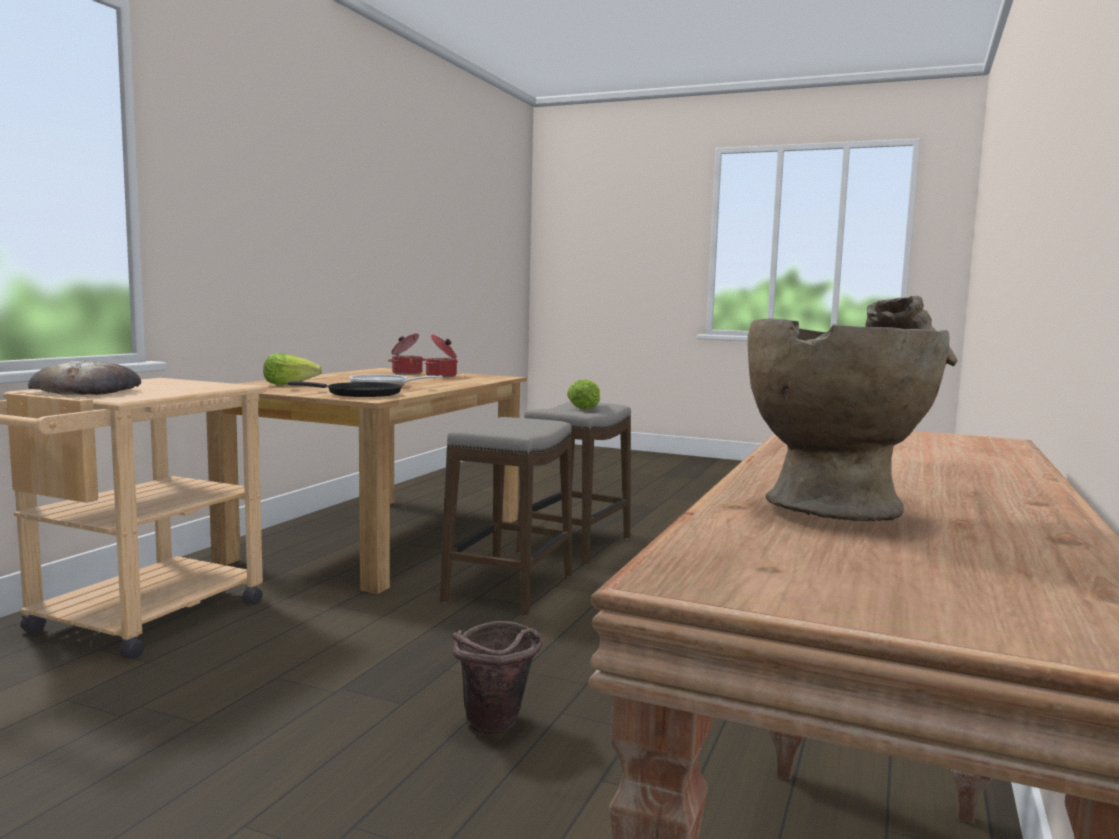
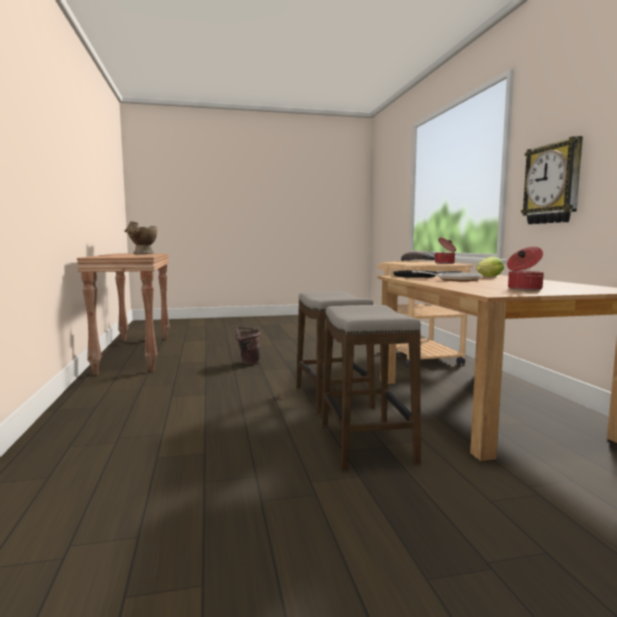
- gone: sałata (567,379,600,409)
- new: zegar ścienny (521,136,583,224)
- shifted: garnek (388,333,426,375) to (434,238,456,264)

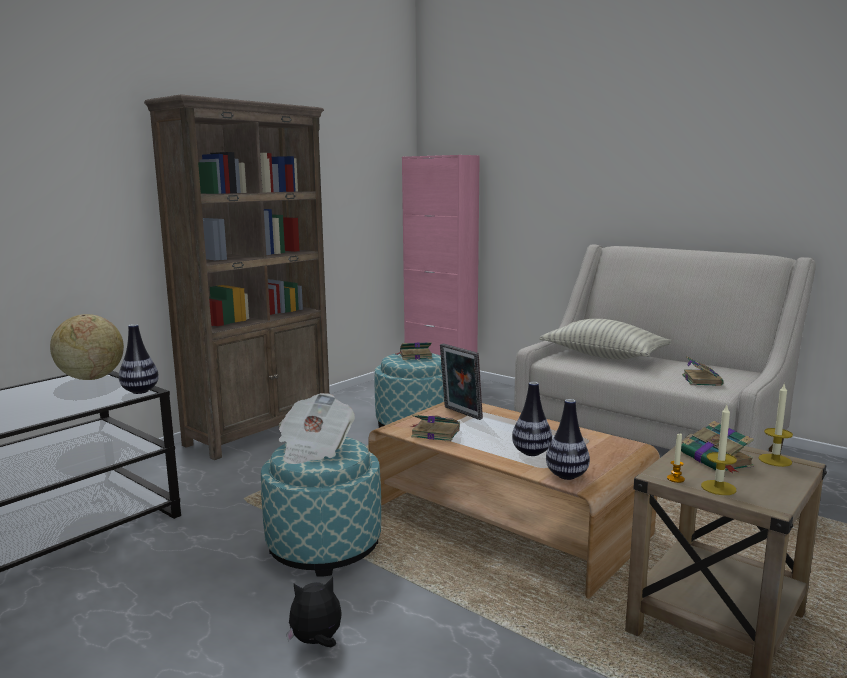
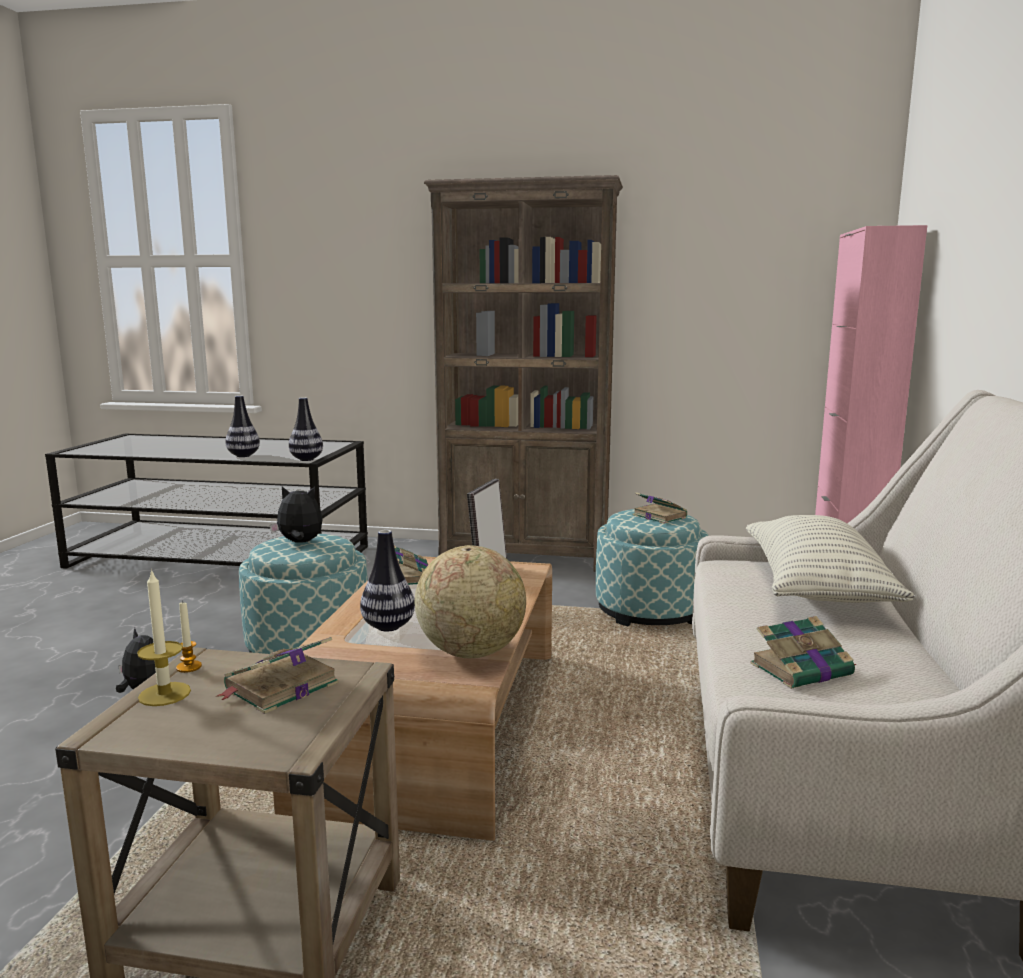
- gone: świeca (759,383,793,467)
- shifted: globus (50,314,124,380) to (415,545,526,658)
- shifted: wazon (546,399,590,480) to (225,395,260,457)
- swapped: gazeta (278,393,355,464) to pluszak (270,486,323,543)

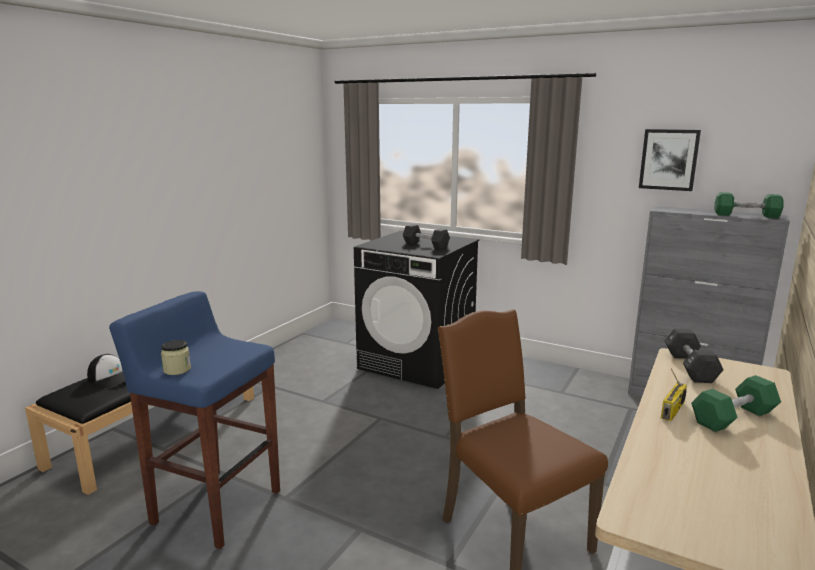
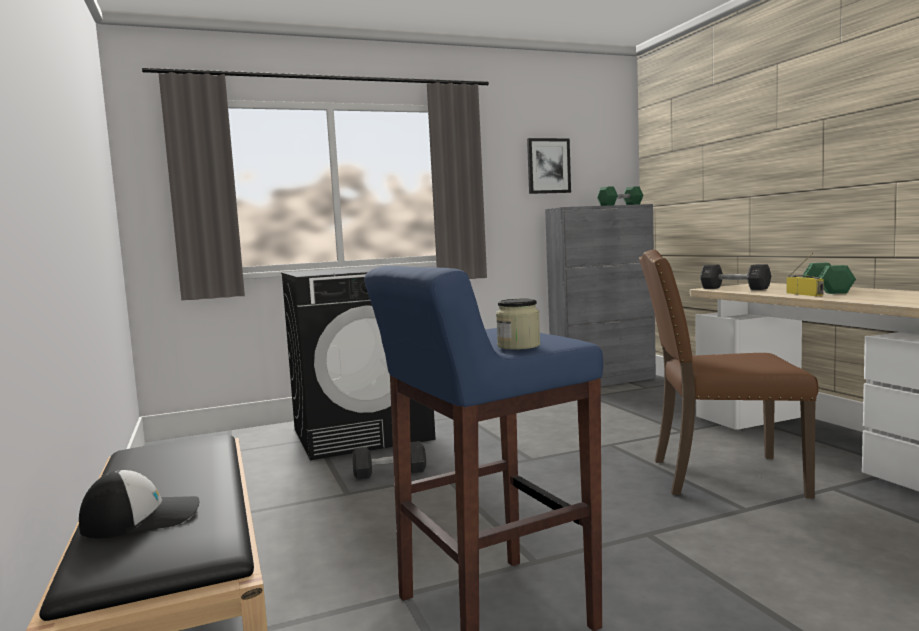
- shifted: hantel [czarny] (403,224,450,249) to (352,441,426,480)

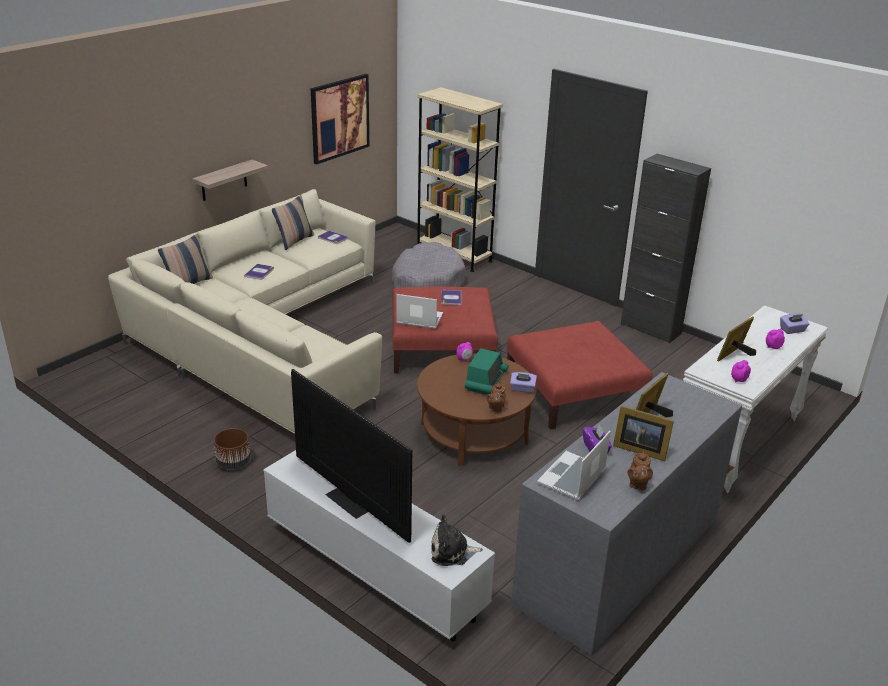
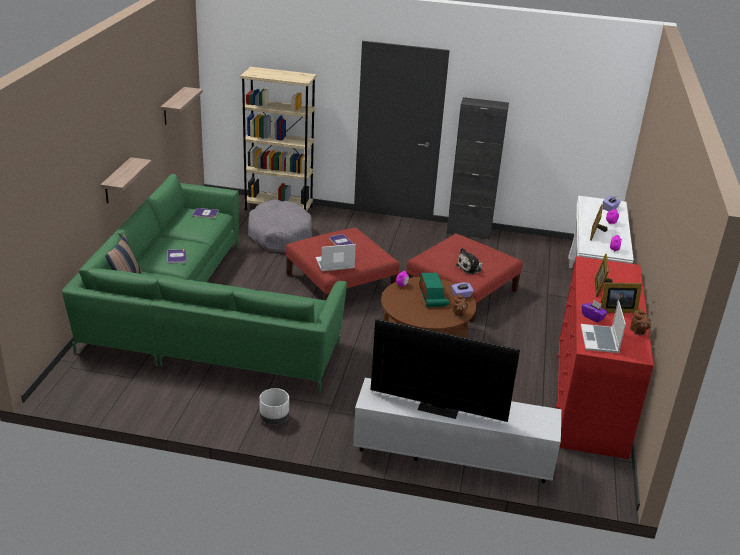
- gone: poduszka (272,195,314,250)
- shifted: pluszak (431,515,483,566) to (456,248,483,274)
- swapped: obraz (311,74,369,165) to półka (161,87,203,125)
- repainted: kanapa [beżowy] (108,189,382,434) to kanapa [zielony] (62,174,347,393)
- repainted: donica [brązowy] (214,428,250,469) to donica [biały] (259,388,289,424)
- repainted: komoda [szary] (511,372,742,655) to komoda [czerwony] (555,256,654,459)

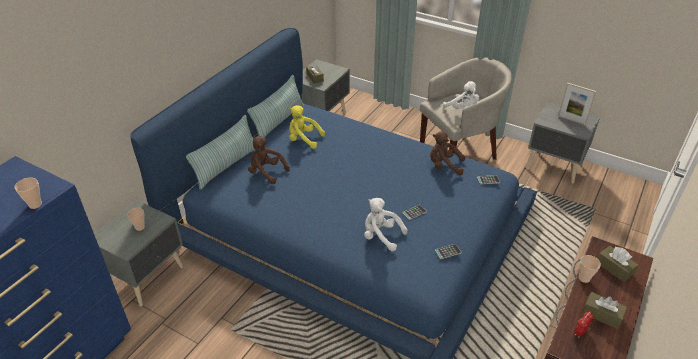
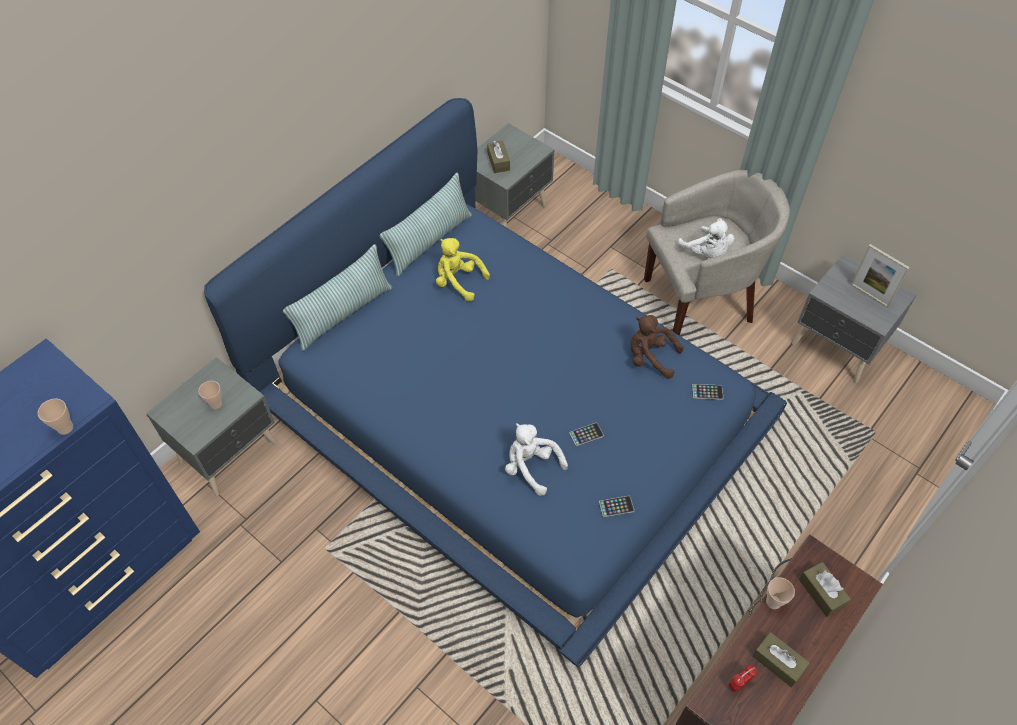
- gone: pluszak [brązowy] (248,136,290,184)

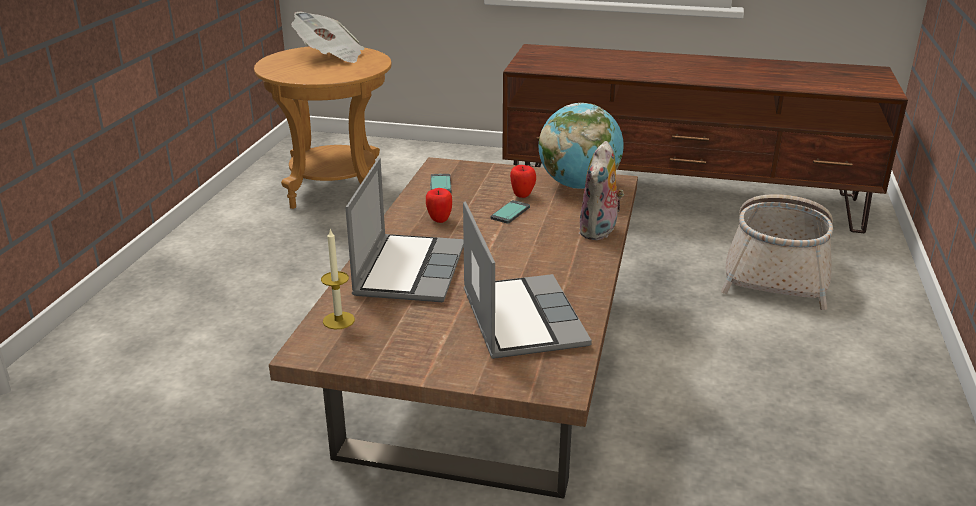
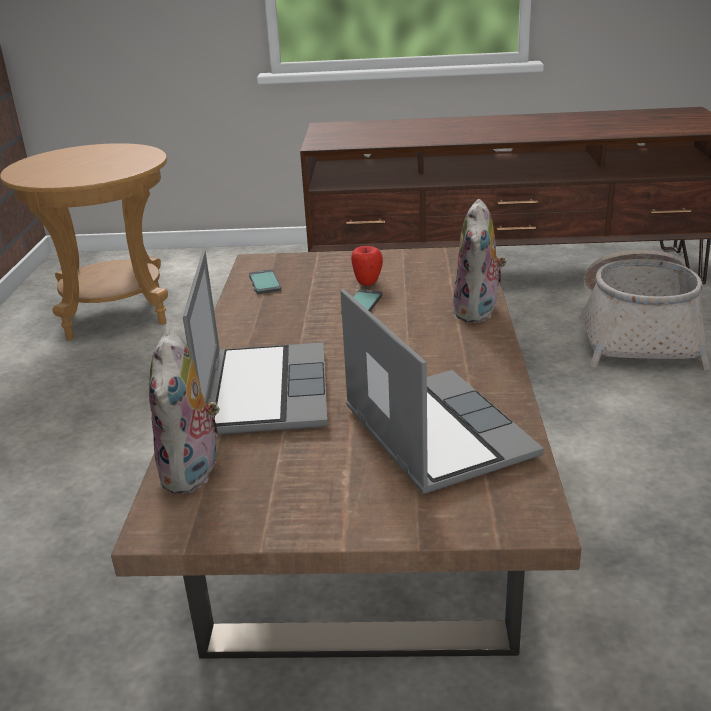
- gone: gazeta (291,12,364,63)
- gone: jabłko (426,188,452,223)
- gone: globus (539,103,624,189)
- swapped: świeca (321,229,355,329) to pluszak (149,329,220,494)

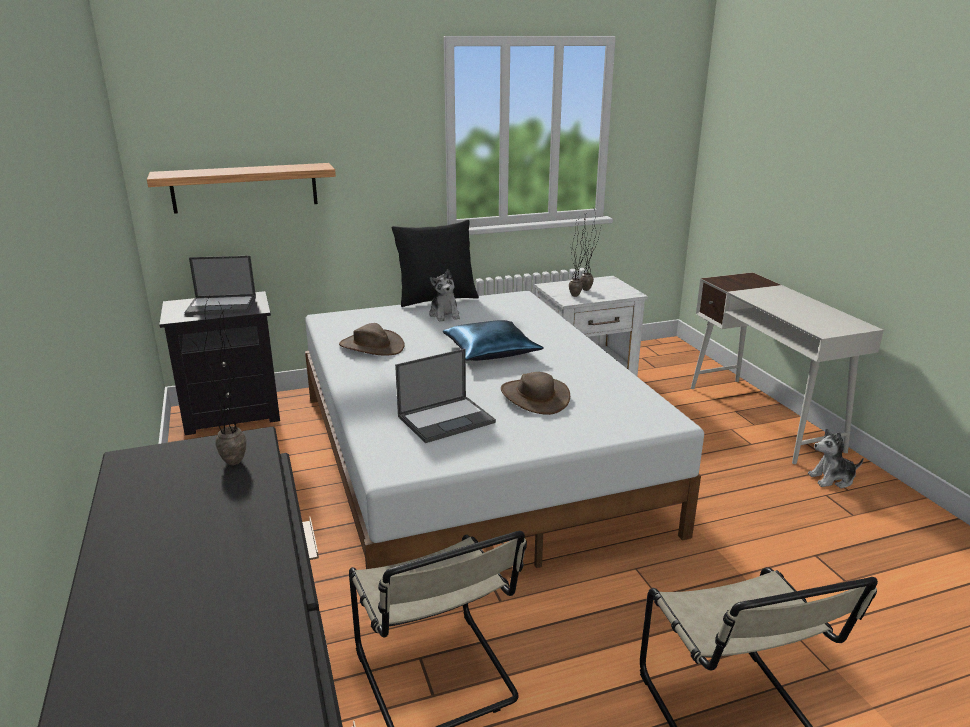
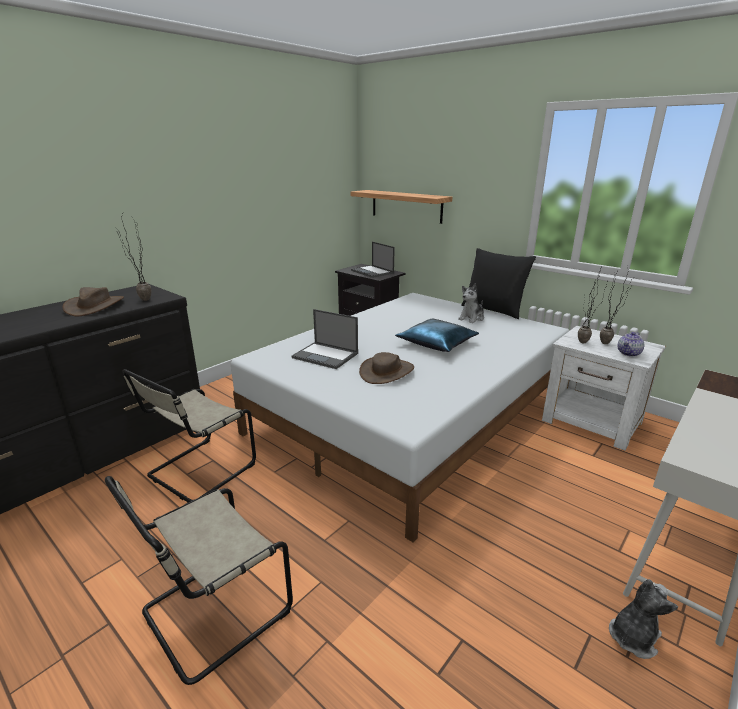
- new: imbryk (618,332,644,357)
- shifted: kapelusz [brązowy] (339,323,405,356) to (62,287,124,316)
- rotated: pluszak (808,429,864,489) = (609,579,678,659) 90 degrees clockwise

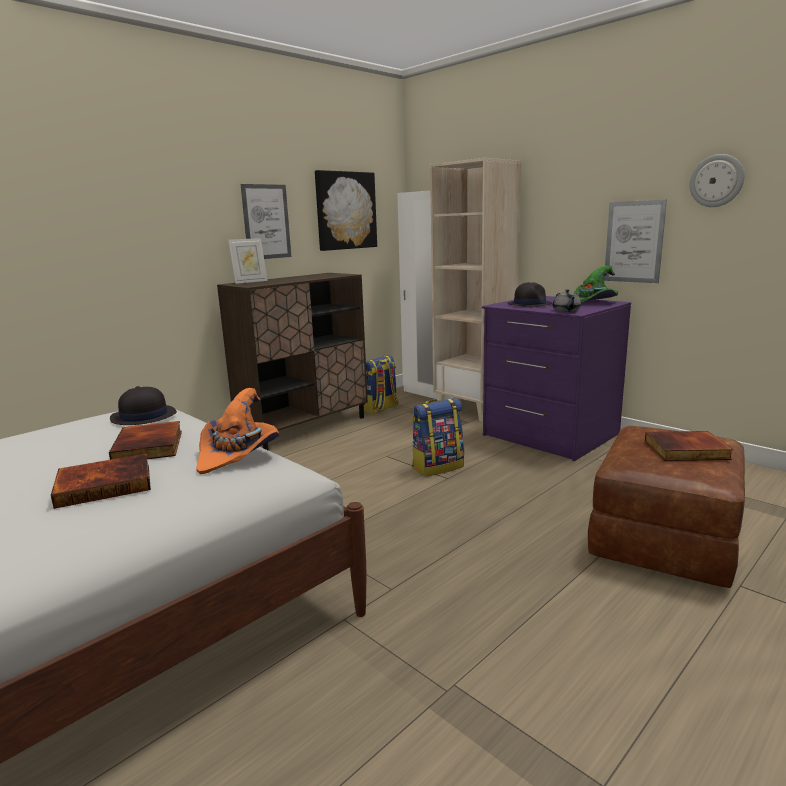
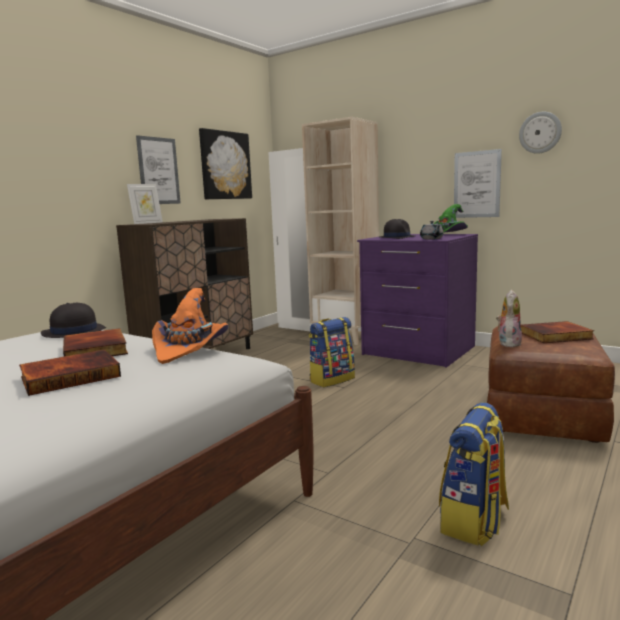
- new: pluszak (496,290,522,347)
- shifted: plecak (364,355,398,414) to (439,402,509,546)

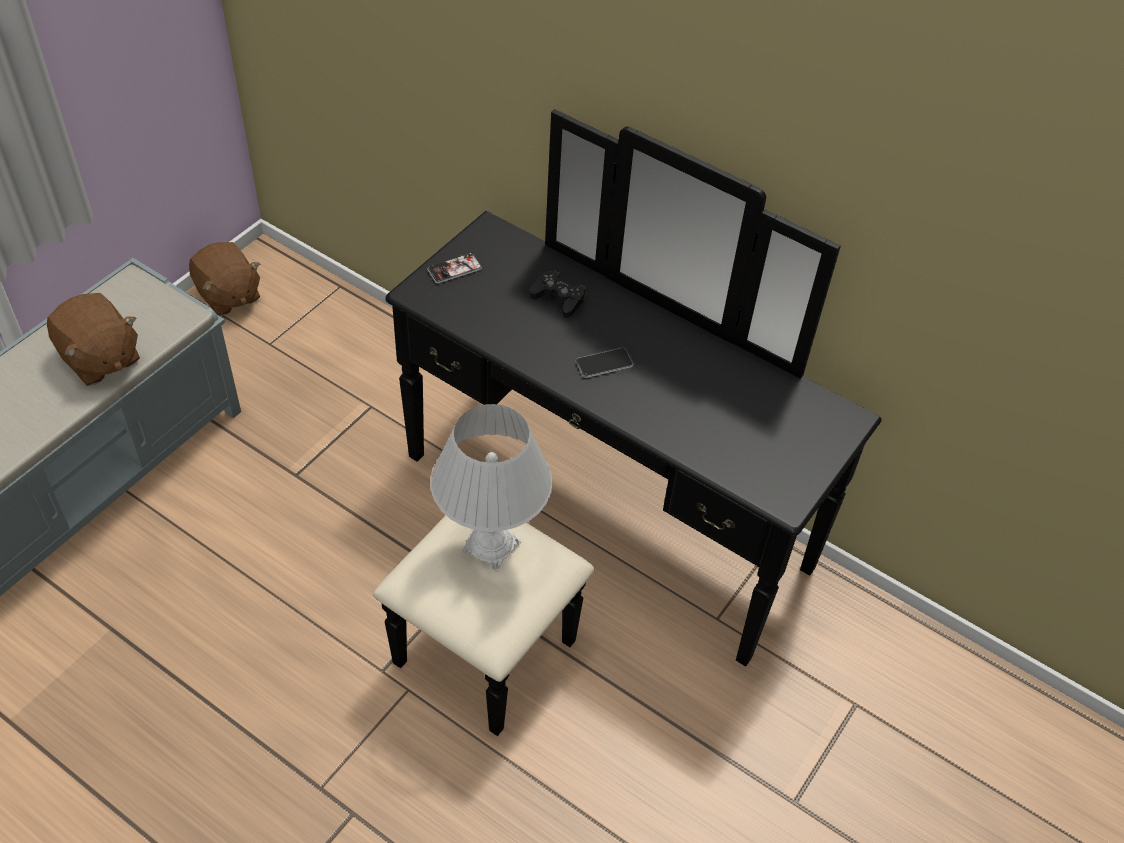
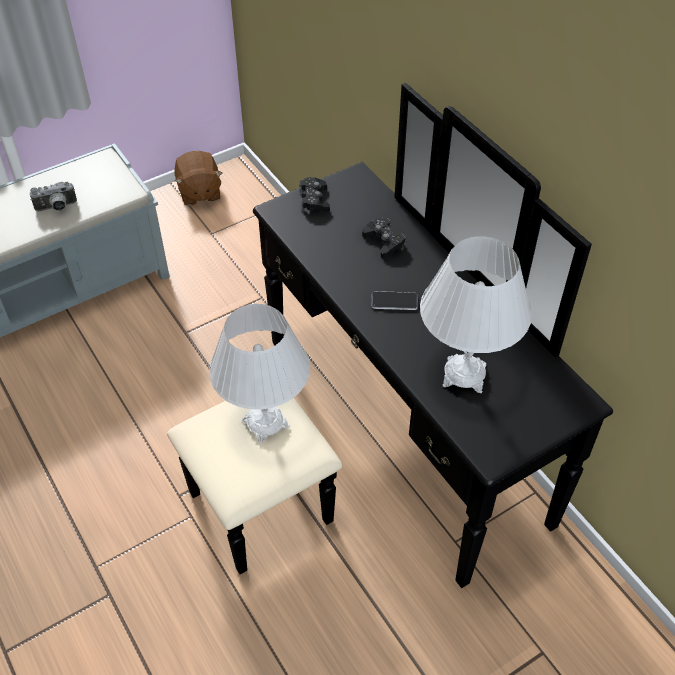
- new: lampa stołowa [biały] (420,236,532,393)
- swapped: pluszak [brązowy] (47,293,140,386) to aparat fotograficzny (30,182,77,211)
- swapped: telefon (427,253,482,283) to pad do gier [czarny] (299,177,330,212)

